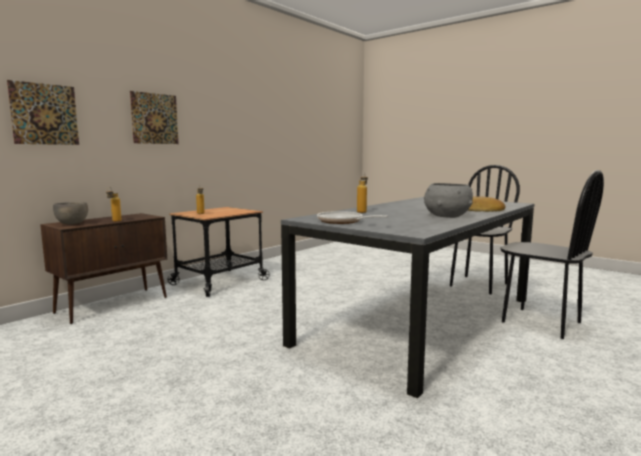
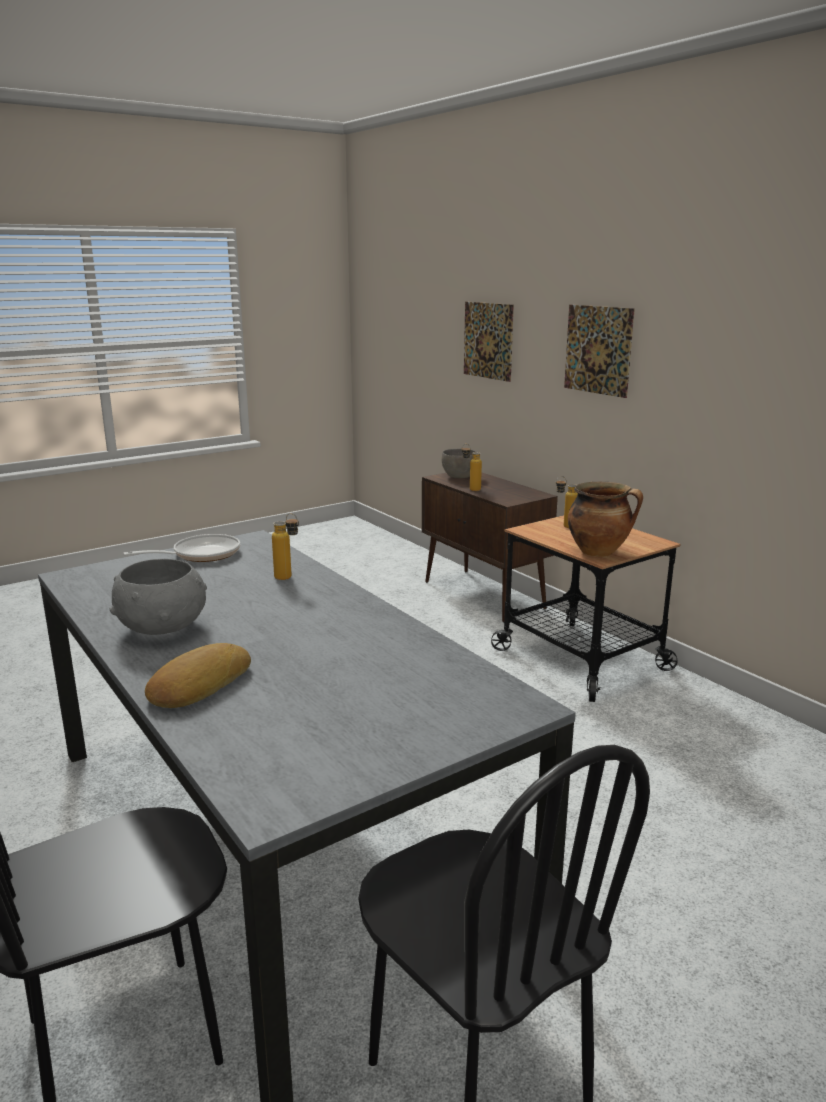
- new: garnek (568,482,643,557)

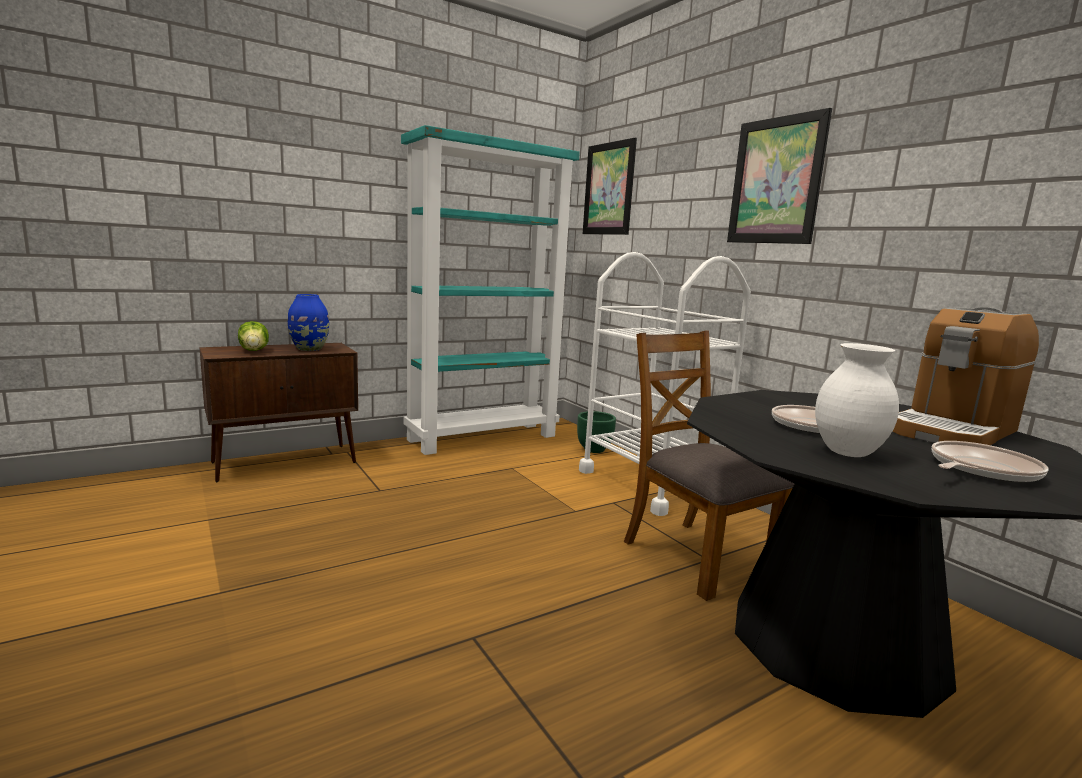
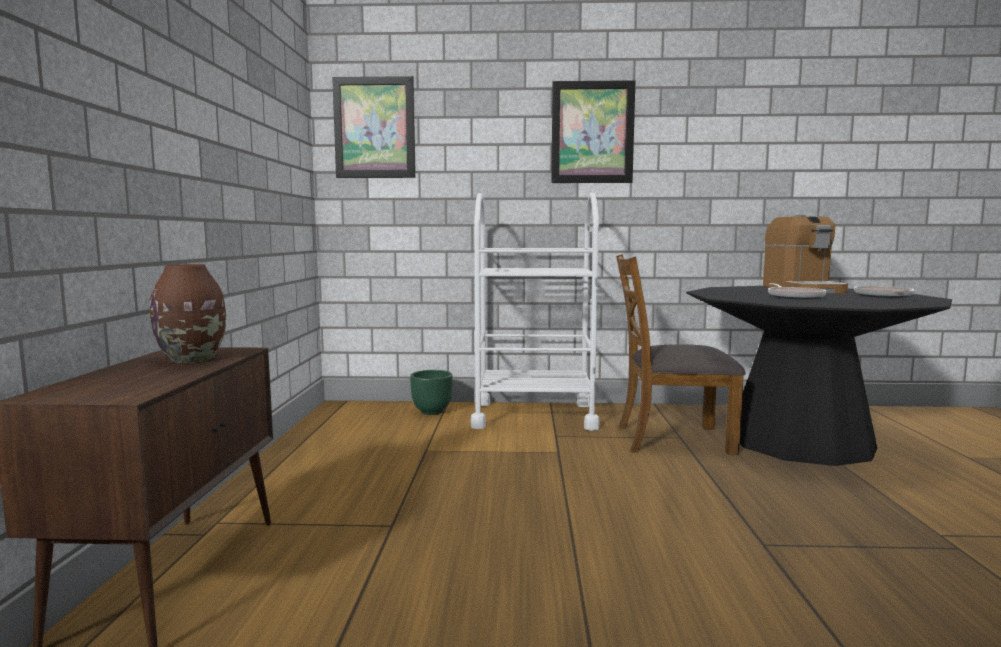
- gone: sałata (238,321,269,351)
- gone: regał [turkusowy] (401,125,580,455)
- gone: wazon [biały] (815,343,899,457)
- repainted: wazon [niebieski] (288,294,329,351) to wazon [brązowy] (150,264,226,363)

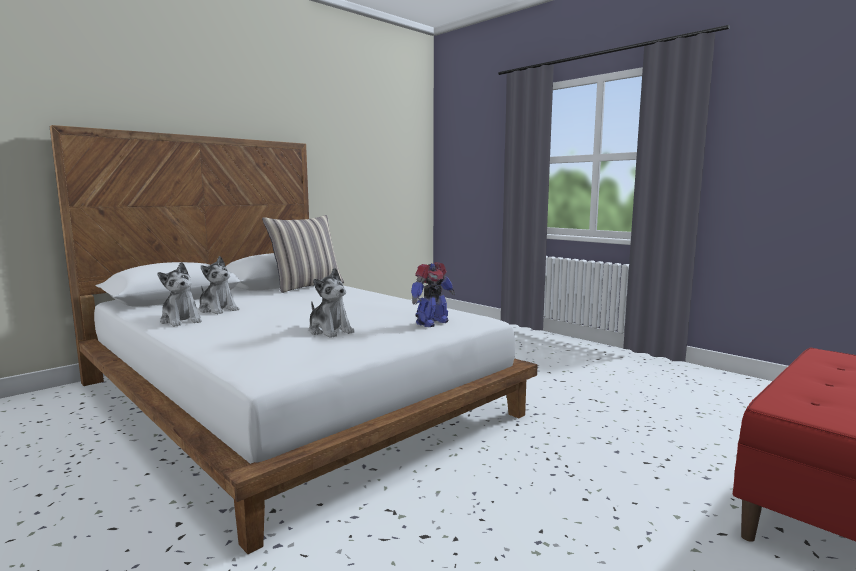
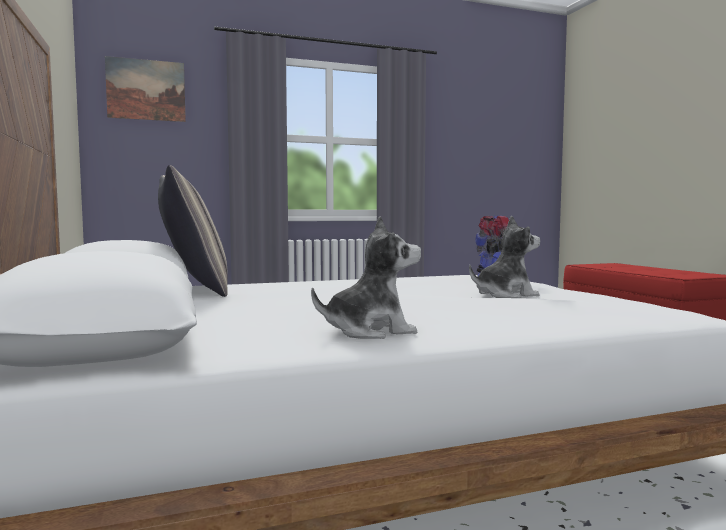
- gone: pluszak (199,256,239,314)
- new: obraz (105,56,186,122)

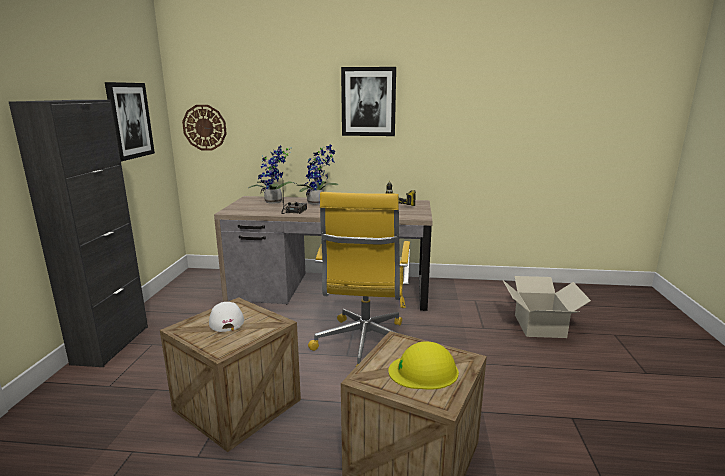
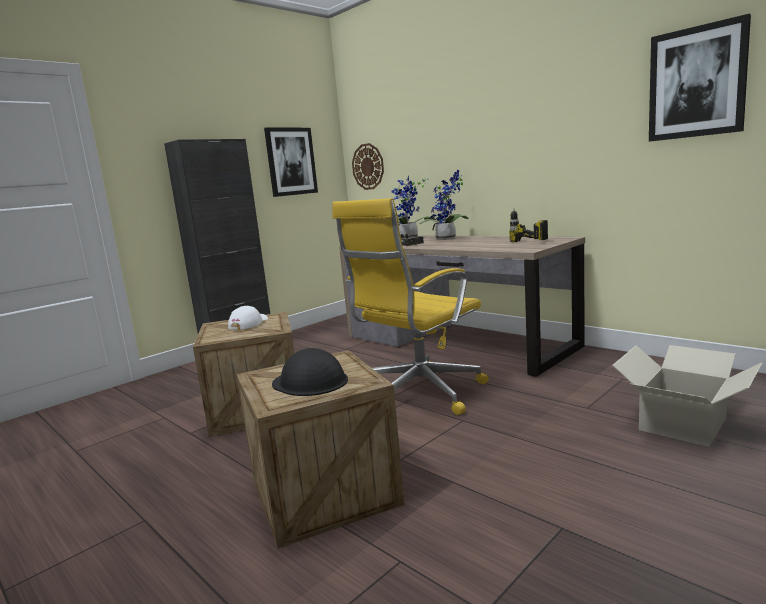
- shifted: obraz (341,67,396,136) to (649,14,751,141)
- repainted: kask [żółty] (388,341,459,389) to kask [czarny] (272,348,348,396)

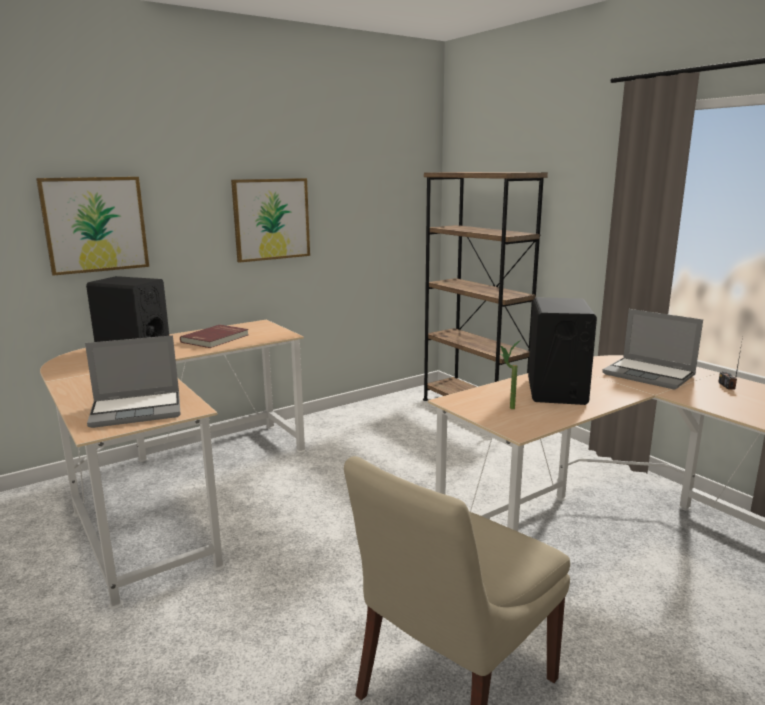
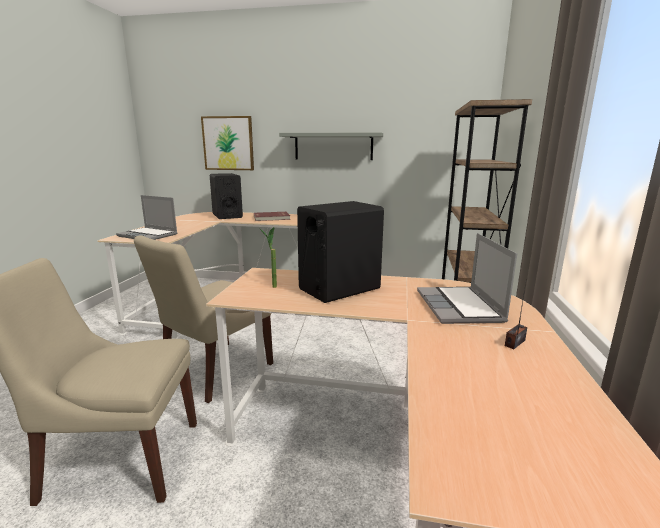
- new: krzesło [beżowy] (134,236,273,403)
- swapped: obraz (231,178,310,263) to półka [szary] (279,133,383,160)

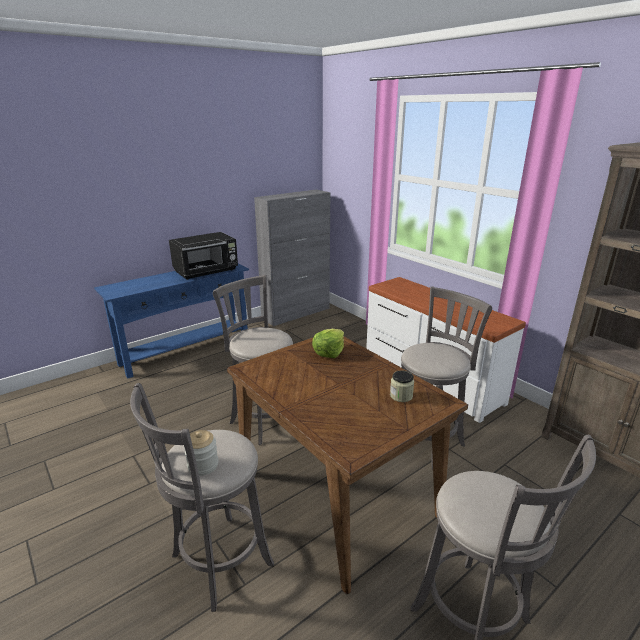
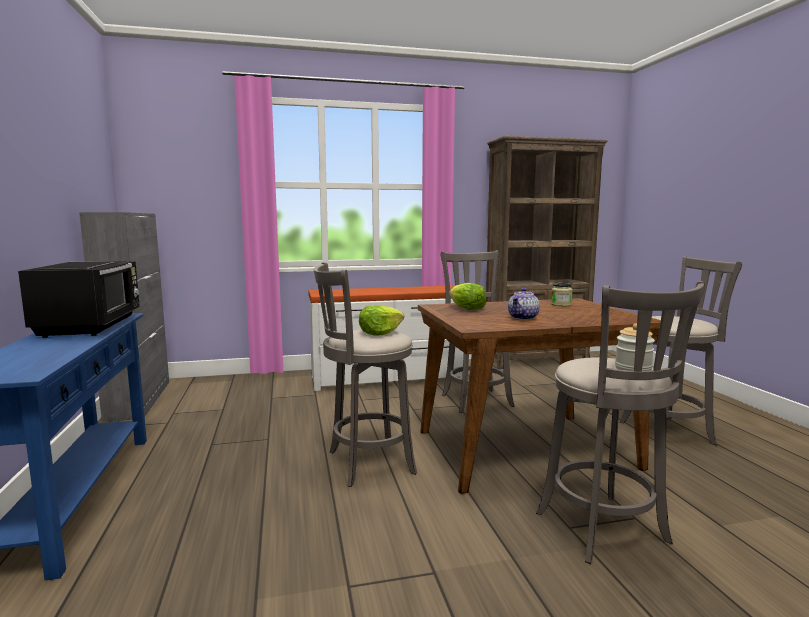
- new: sałata (359,305,404,336)
- new: imbryk (508,288,540,320)

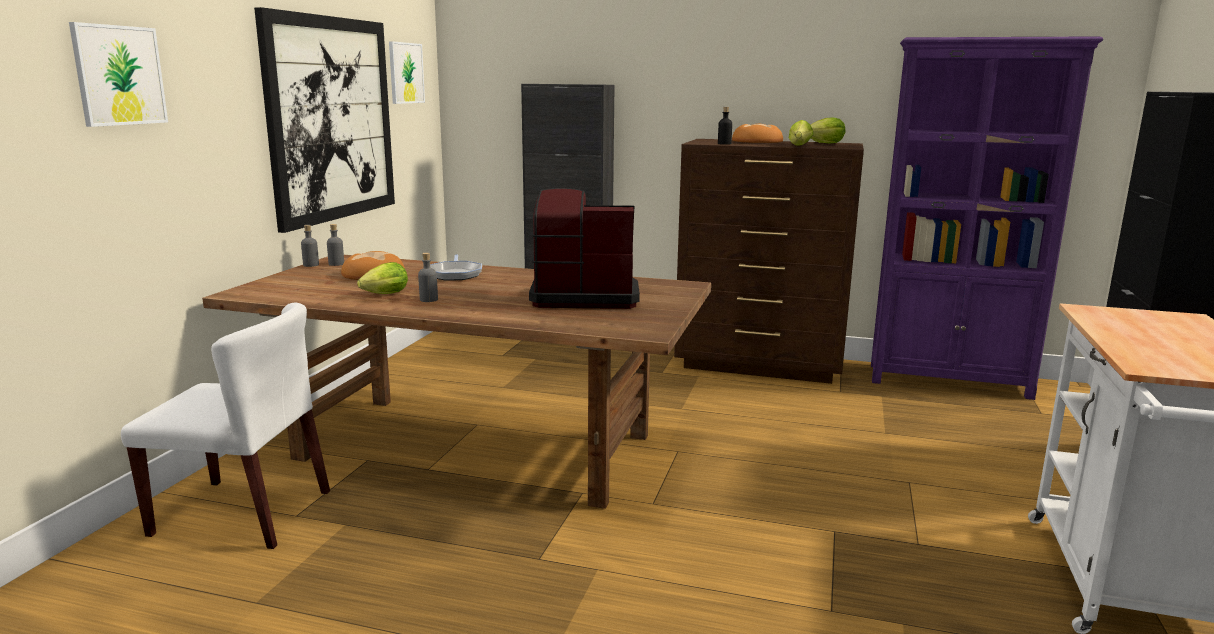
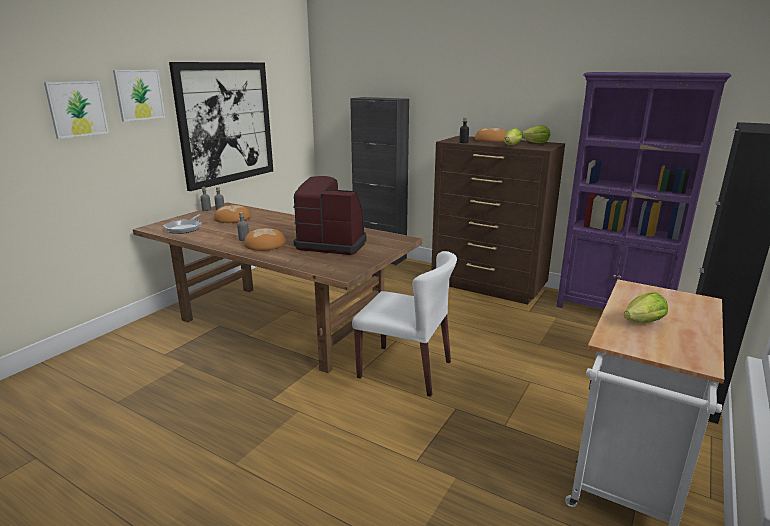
- new: chleb (244,228,286,251)
- shifted: krzesło [biały] (121,302,330,549) to (352,251,457,397)
- shifted: sałata (357,262,408,294) to (624,292,668,323)
- shifted: obraz (389,41,425,104) to (113,70,165,121)
- shifted: patelnia (430,254,482,281) to (164,214,201,234)

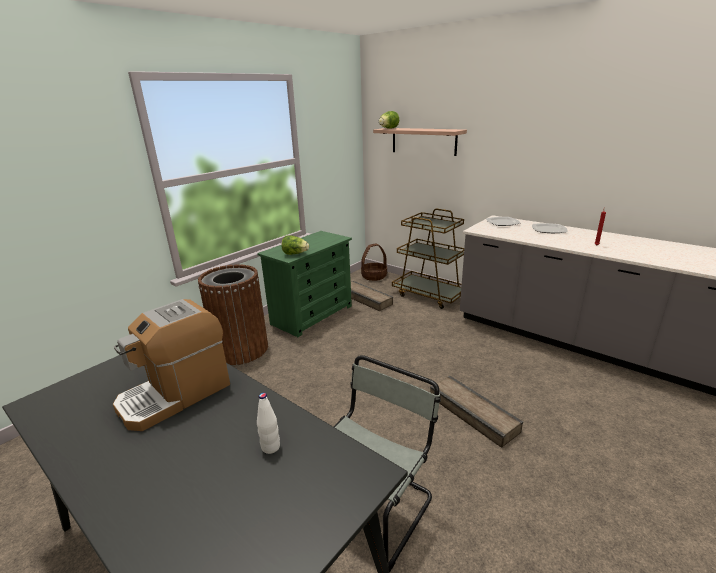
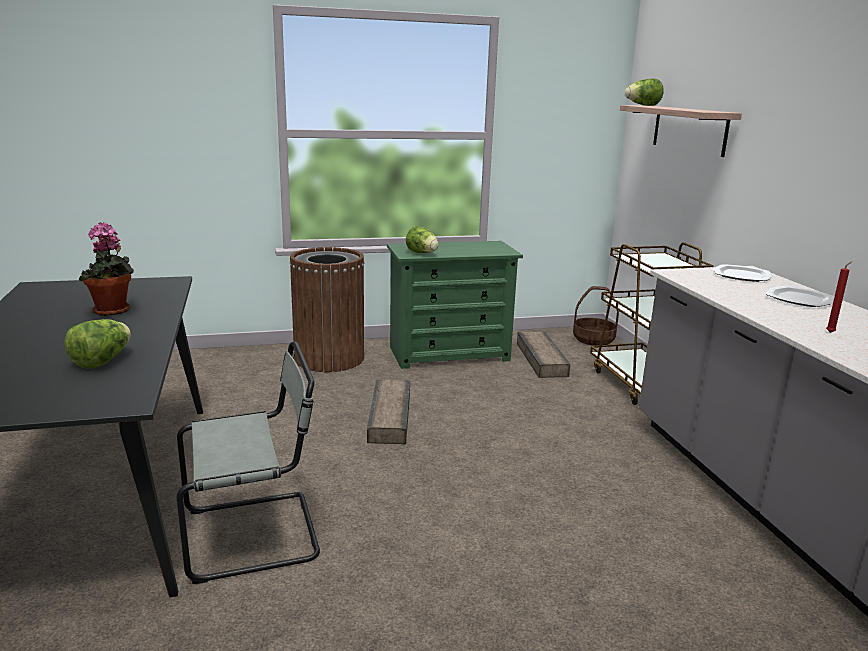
- shifted: skrzynka (430,376,523,448) to (367,379,410,444)
- swapped: ekspres do kawy (113,299,230,431) to roślina doniczkowa (79,222,134,316)
- swapped: butelka [biały] (257,393,280,454) to sałata (64,319,131,369)

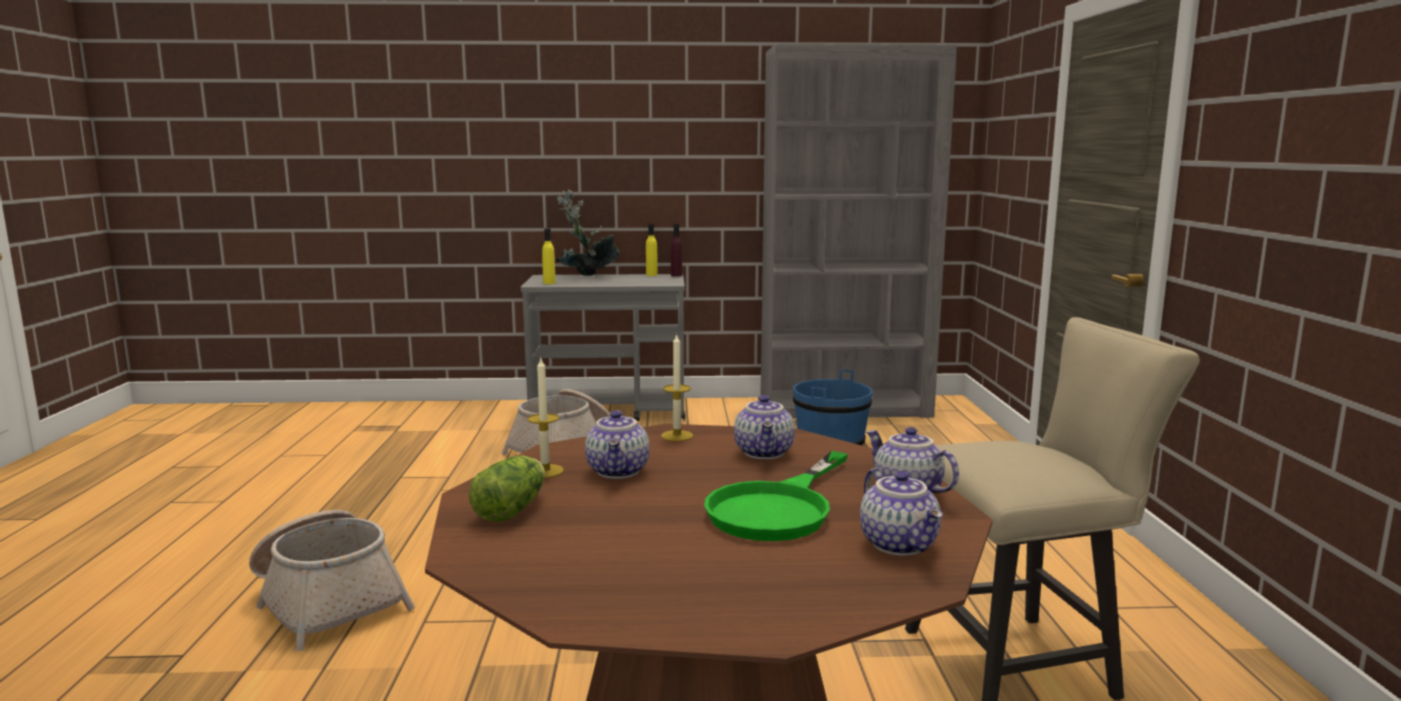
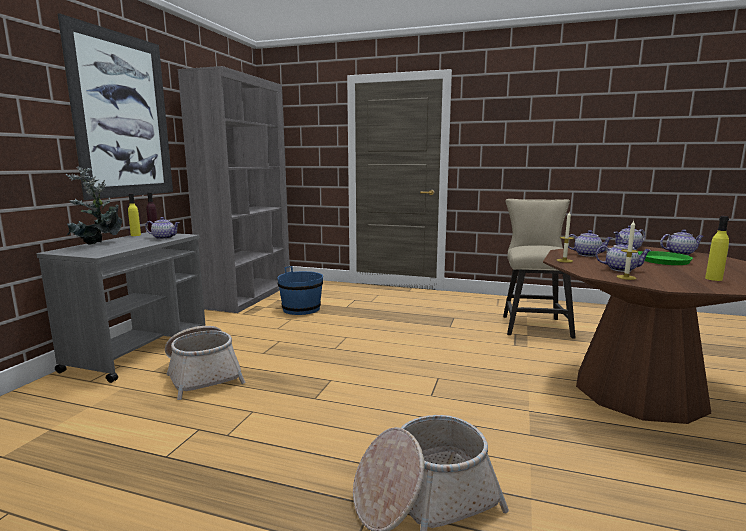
- gone: sałata (469,456,545,522)
- new: obraz (58,13,173,200)
- new: imbryk (145,217,179,239)
- shifted: butelka [żółty] (542,228,556,284) to (705,216,729,281)

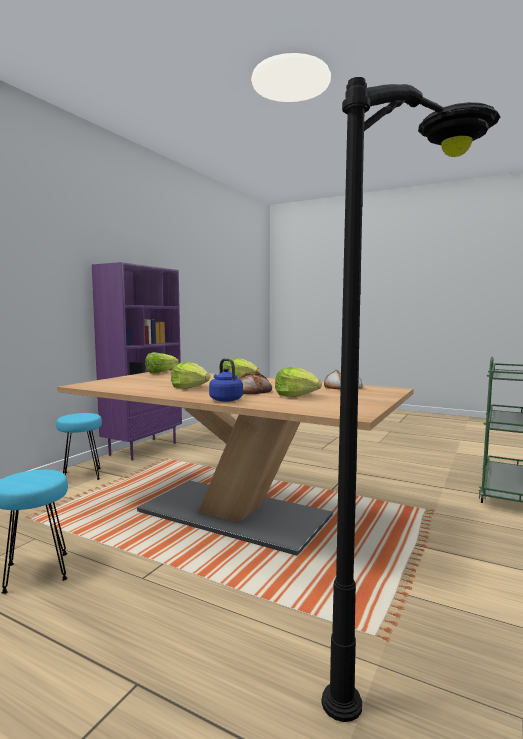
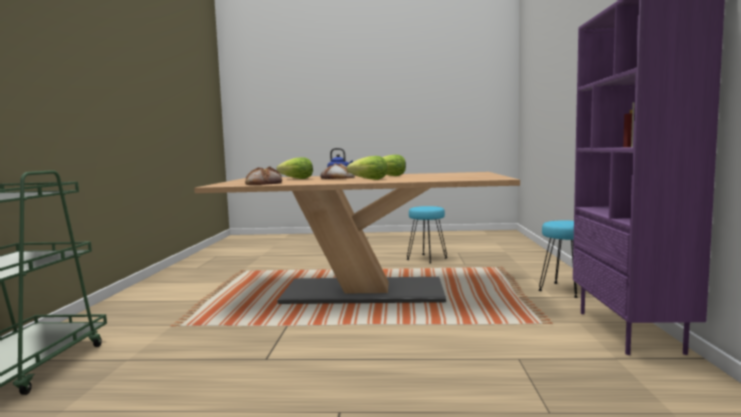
- gone: sałata (145,352,179,374)
- gone: lampa stojąca [czarny] (322,77,500,722)

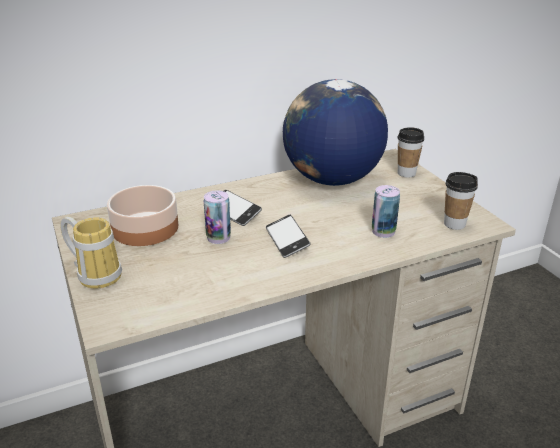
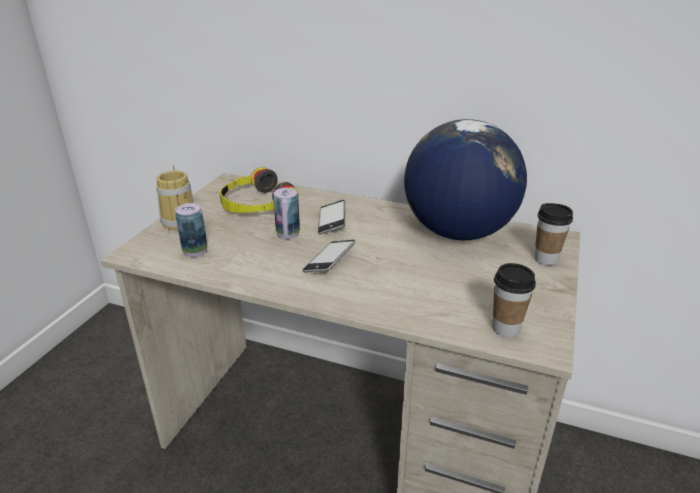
- shifted: puszka (372,185,400,238) to (175,203,207,257)
- swapped: miska (107,185,178,246) to słuchawki (219,167,299,213)

